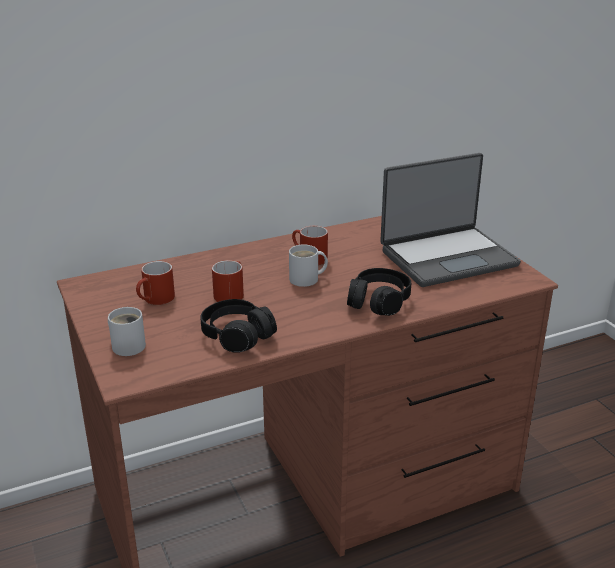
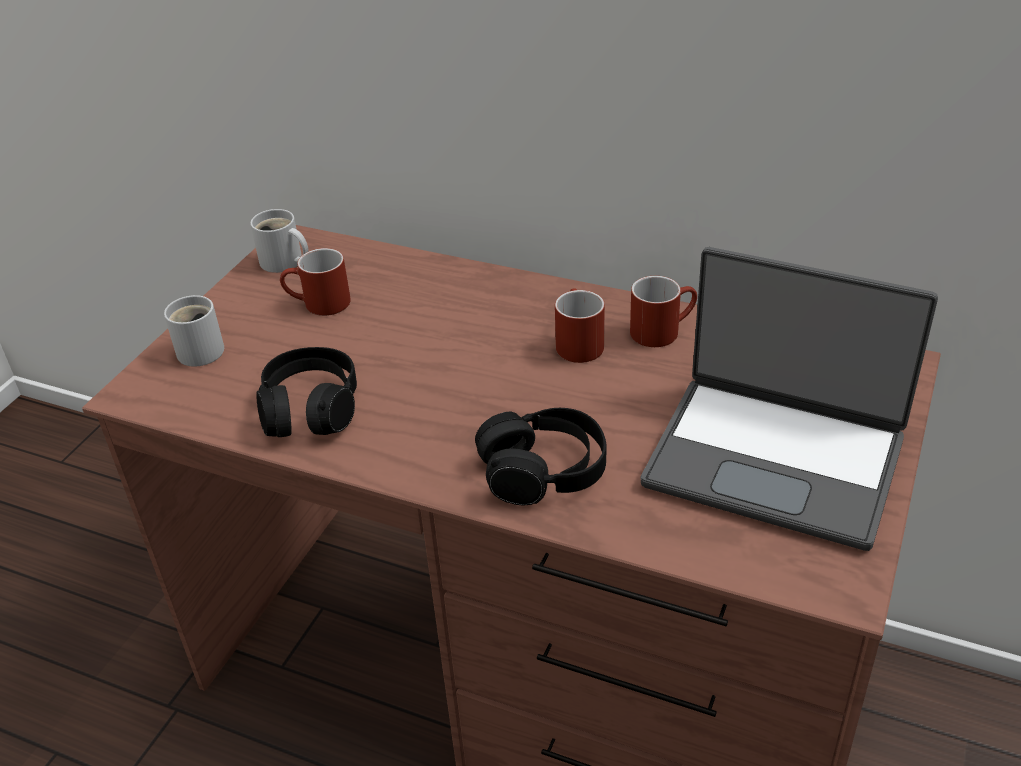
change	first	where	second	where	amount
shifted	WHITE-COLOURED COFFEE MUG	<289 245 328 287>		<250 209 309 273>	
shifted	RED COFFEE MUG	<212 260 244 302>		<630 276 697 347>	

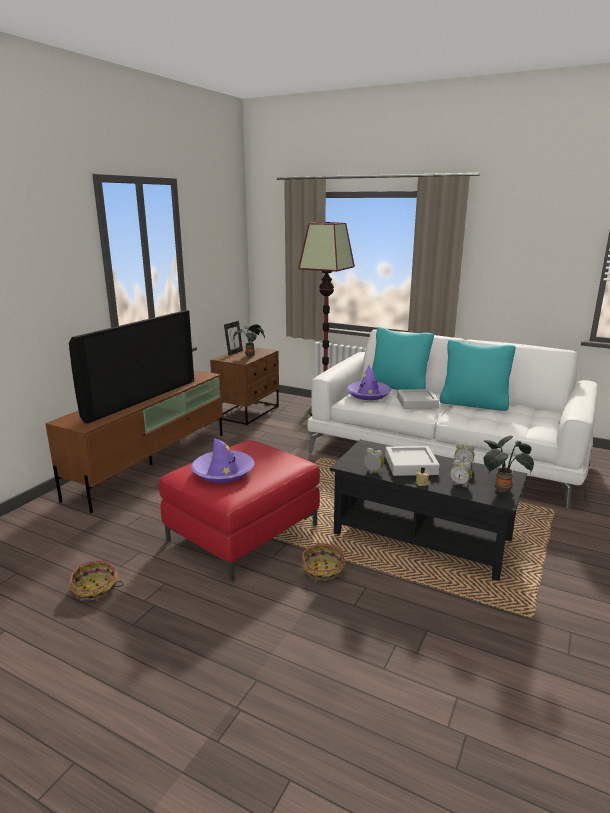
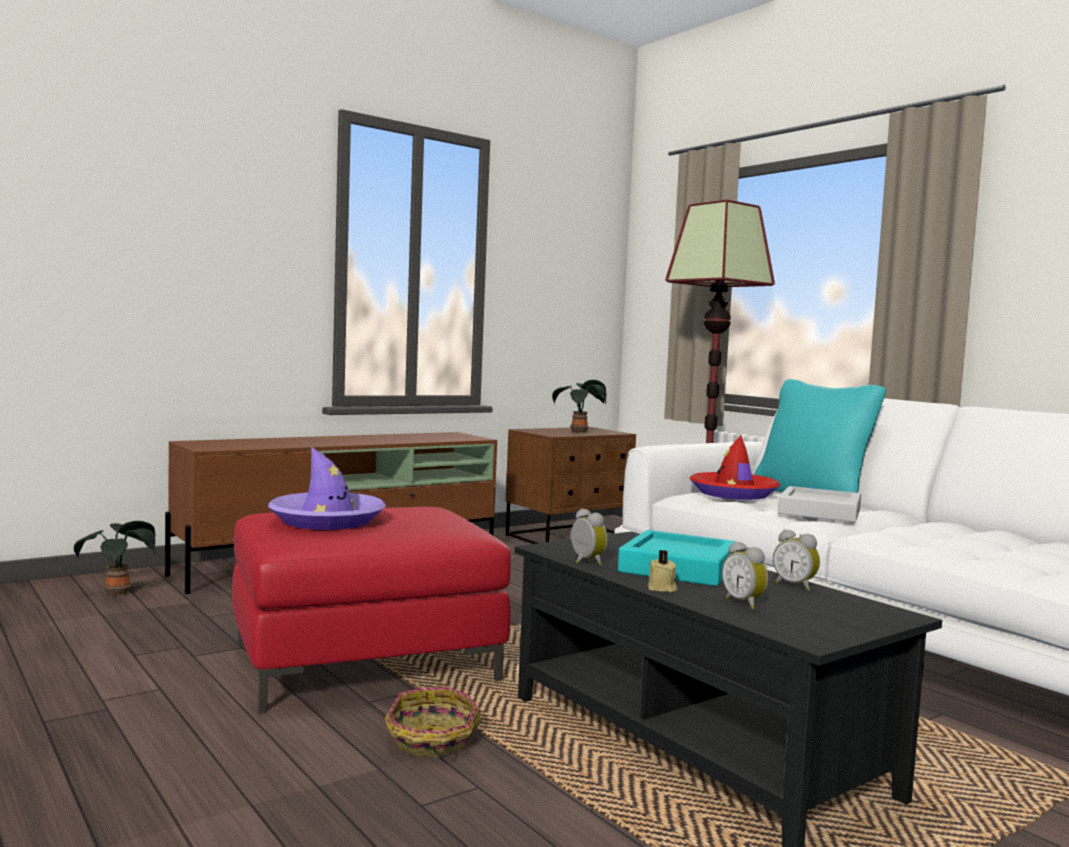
change	first	where	second	where	amount
shifted	POTTED PLANT	<483 436 534 492>		<74 521 155 595>	
repainted	GRAY SERVING TRAY	<385 446 440 476>	BLUE-GREEN SERVING TRAY	<618 530 735 586>	
repainted	PURPLISH WEARABLE HAT	<346 365 391 400>	RED WEARABLE HAT	<689 435 781 500>	
gone	TV SET	<69 310 194 424>			
gone	HOUSEHOLD BASKET	<69 561 123 601>			
gone	PICTURE FRAME	<224 321 243 355>			
gone	BLUE-GREEN PILLOW	<440 339 516 411>			

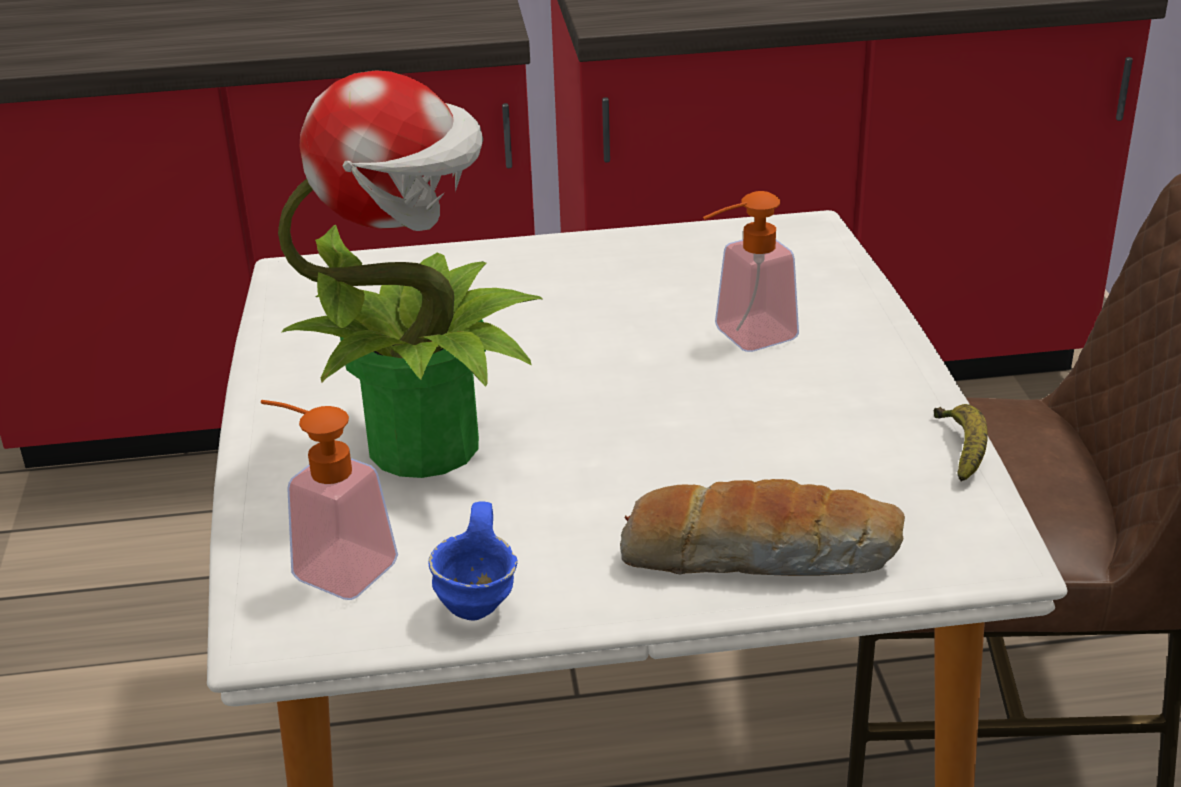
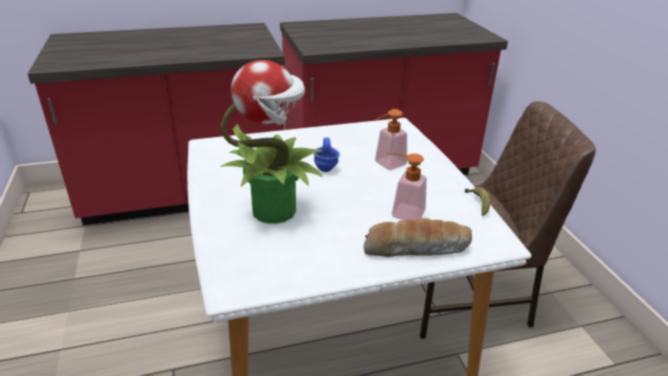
change	first	where	second	where	amount
shifted	BLUE-COLOURED COFFEE MUG	<428 501 518 620>		<314 137 340 172>	
shifted	SOAP BOTTLE	<261 400 398 600>		<387 153 427 220>	

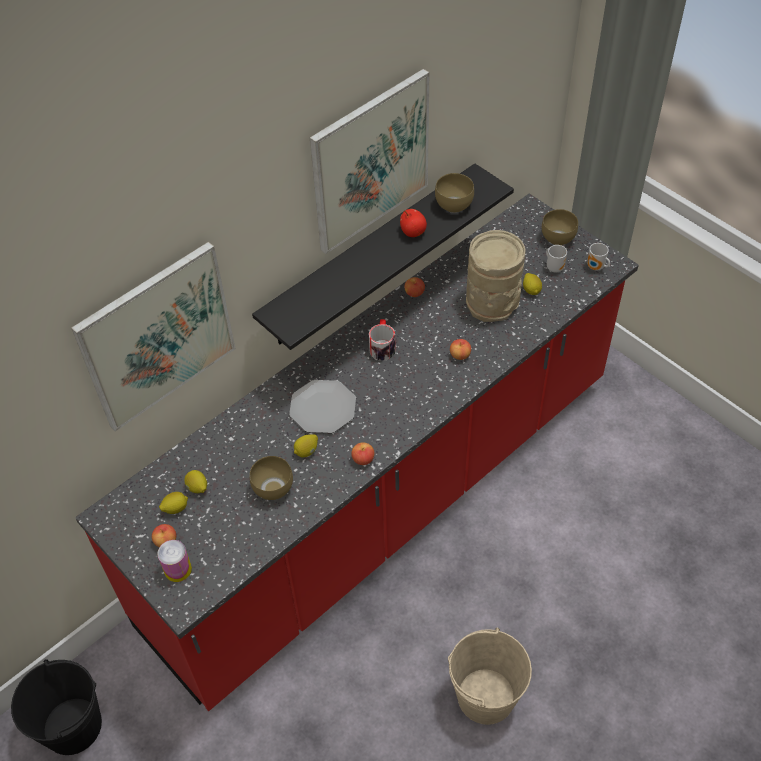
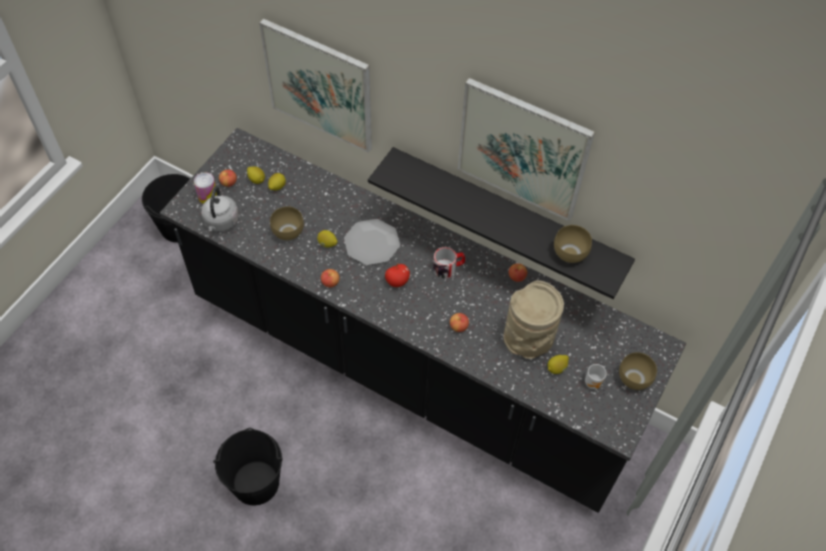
change	first	where	second	where	amount
repainted	RED KITCHEN BASE UNIT	<75 194 639 711>	BLACKISH KITCHEN BASE UNIT	<160 128 686 513>	
new			GRAY TEA KETTLE	<201 186 239 232>	
repainted	BEIGE WATER BUCKET	<448 628 532 725>	BLACKISH WATER BUCKET	<213 428 283 505>	
shifted	WHOLE APPLE	<400 209 427 237>		<385 263 410 287>	
gone	COFFEE MUG	<587 243 610 271>			

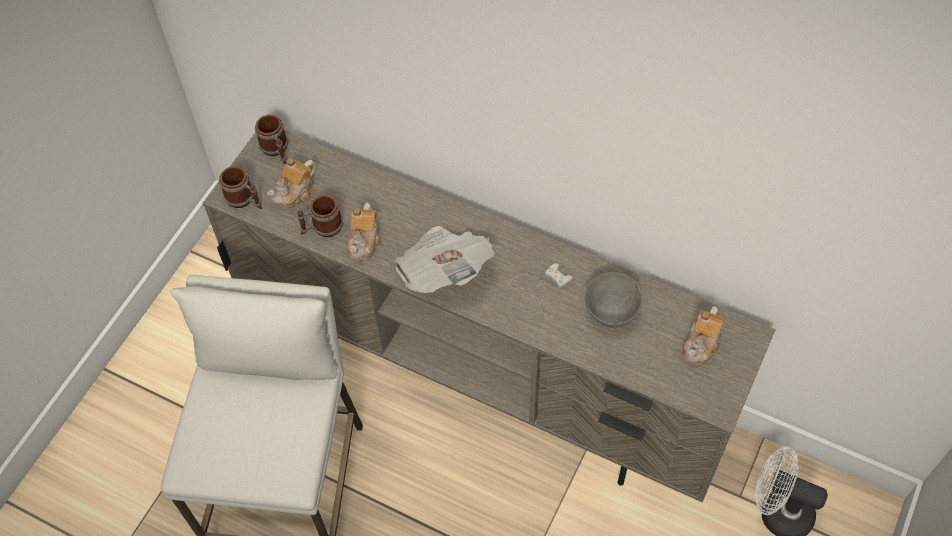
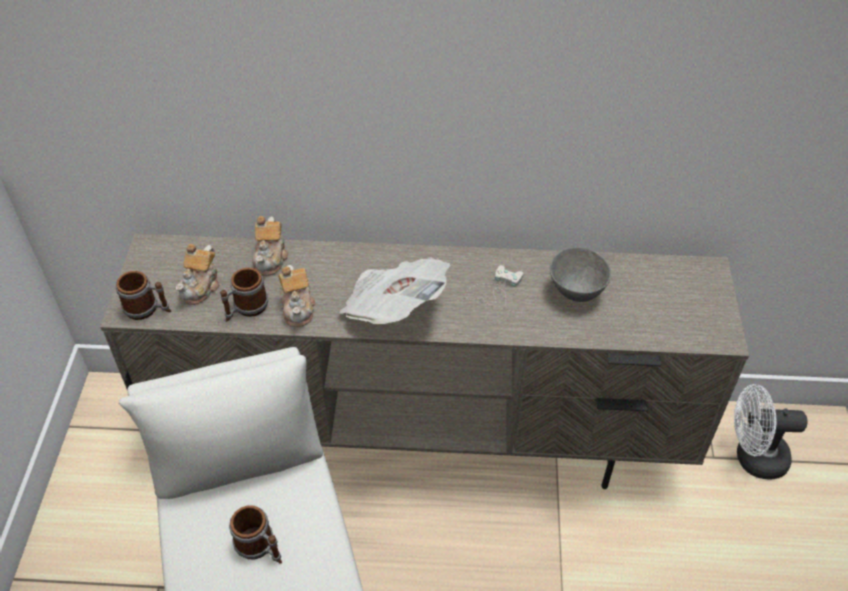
change	first	where	second	where	amount
shifted	COFFEE MUG	<255 115 288 164>		<229 505 282 563>	
shifted	TEAPOT	<682 306 724 365>		<252 216 288 276>	

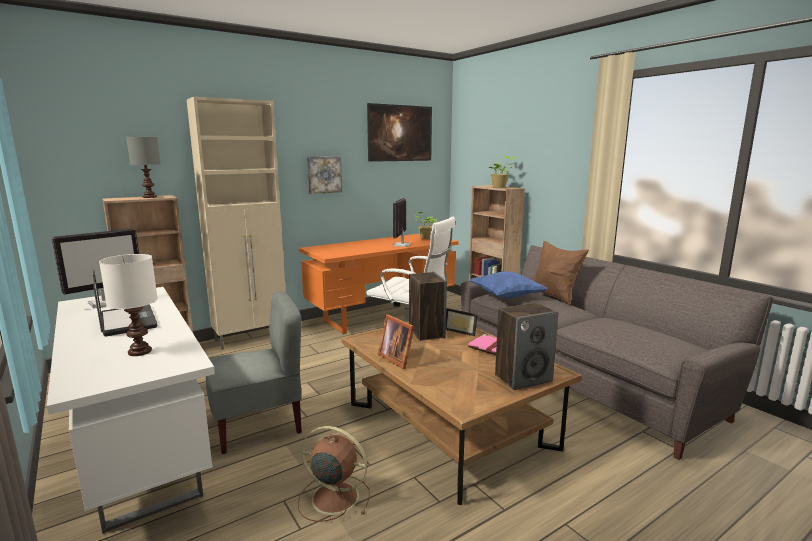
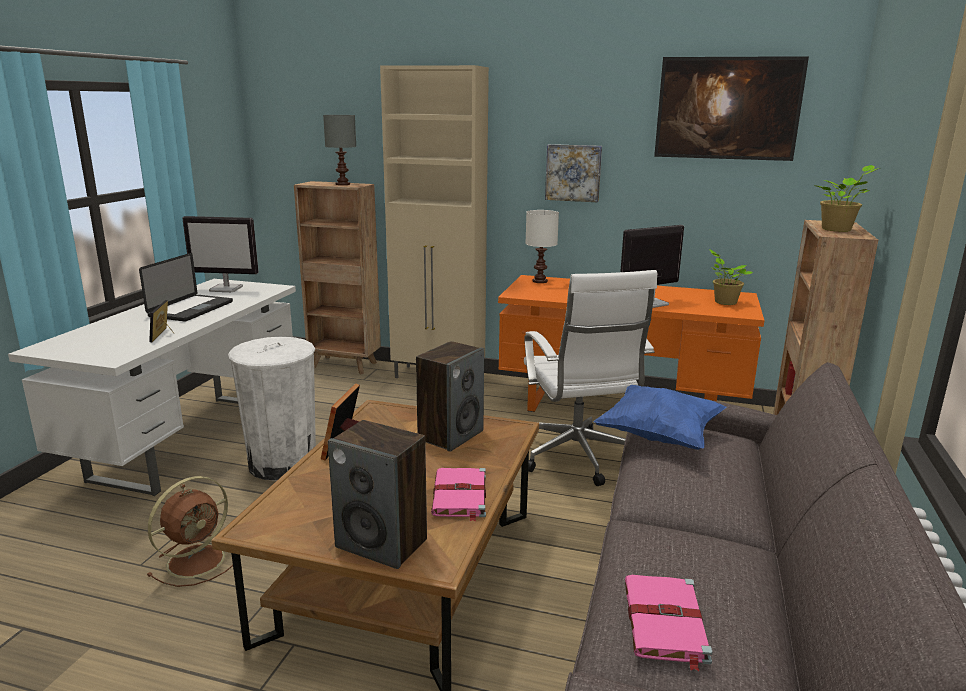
change	first	where	second	where	amount
rotated	BROWN COOLING FAN	<298 426 370 522>		<147 476 233 587>	60 degrees clockwise
shifted	PICTURE FRAME	<446 308 477 336>		<149 300 174 342>	
swapped	GRAY CHAIR	<206 291 302 454>	WHITE-COLOURED WASTE BIN	<228 337 316 481>	
shifted	WHITE-COLOURED TABLETOP LAMP	<99 254 158 356>		<525 210 559 283>	
new			PINKISH BOUND BOOK	<625 575 712 671>	
gone	BROWN PILLOW	<533 241 589 305>			

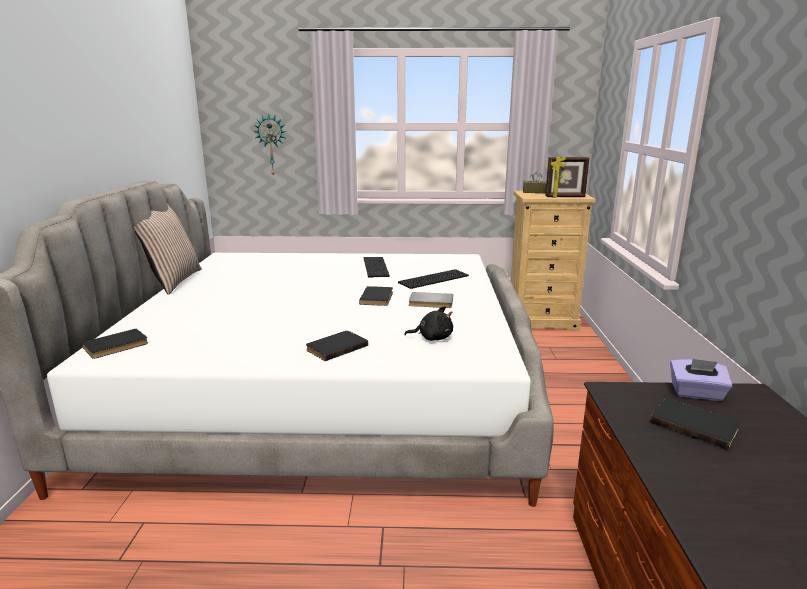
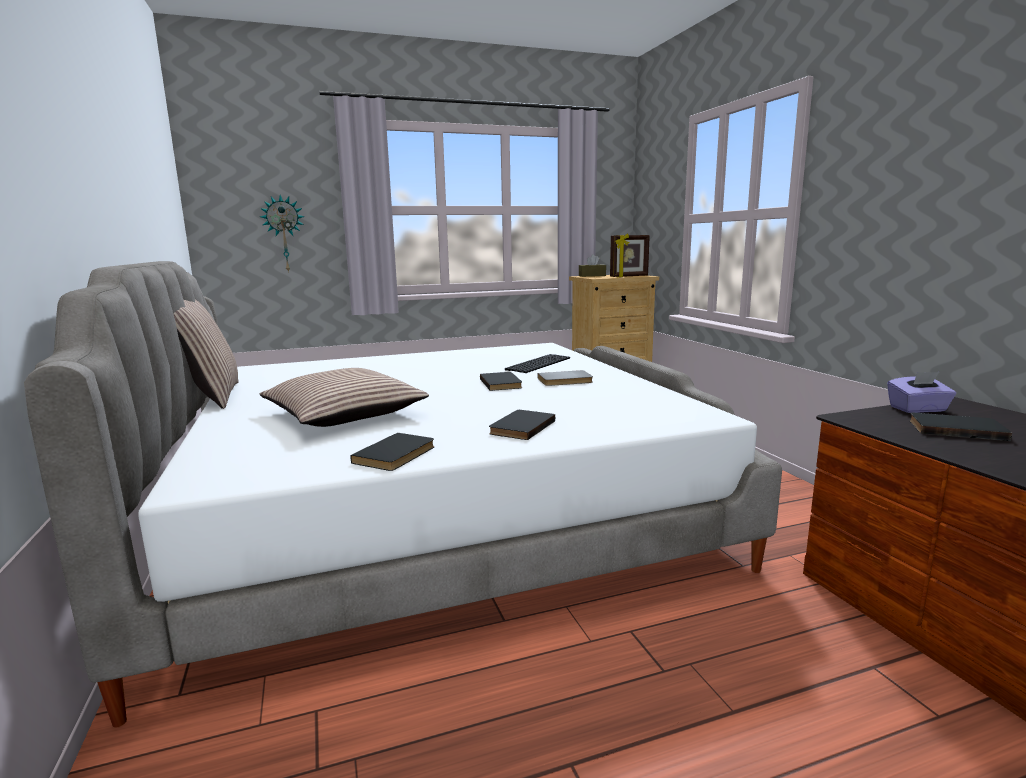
change	first	where	second	where	amount
new			PILLOW	<260 368 429 427>	
shifted	BLACKISH BOUND BOOK	<82 329 148 359>		<350 433 434 471>	
gone	KEYBOARD	<364 257 390 278>			
gone	BLACKISH PLUSH TOY	<404 306 453 341>			

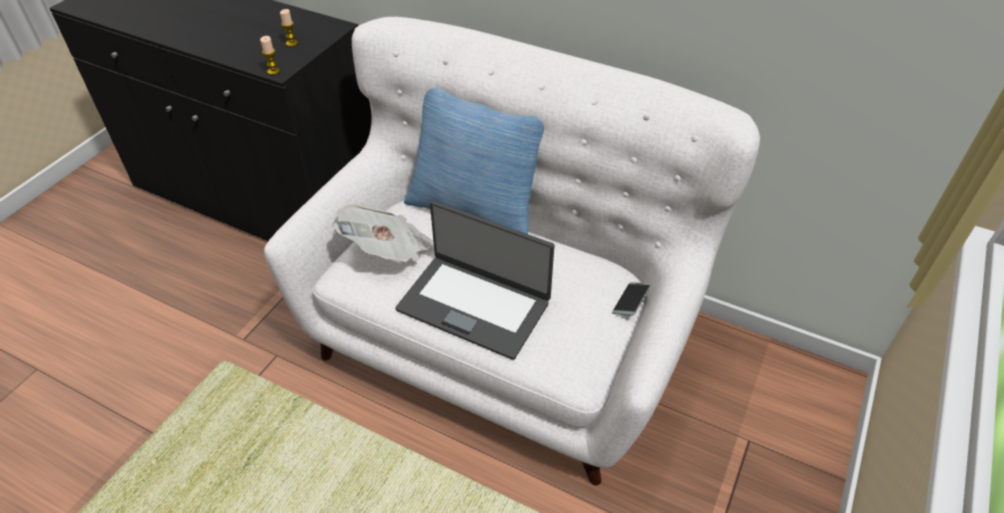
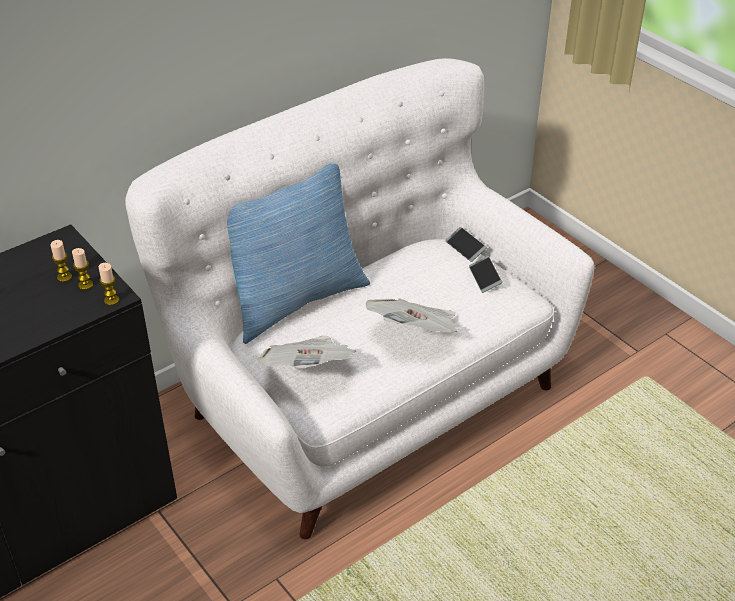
change	first	where	second	where	amount
new			WAX LIGHT	<72 248 93 290>	
swapped	NOTEBOOK COMPUTER	<395 201 554 360>	DAILY PAPER	<366 299 459 333>	
new			HANDSET	<469 256 502 293>	

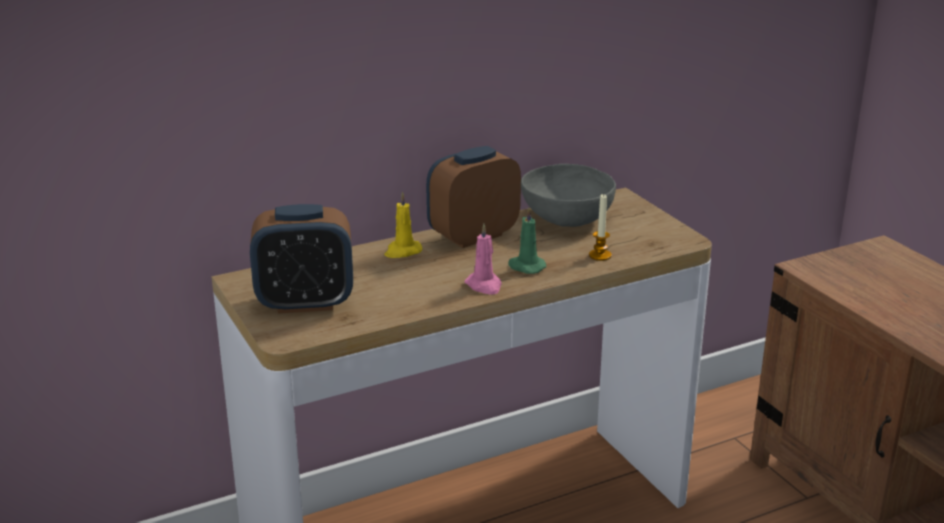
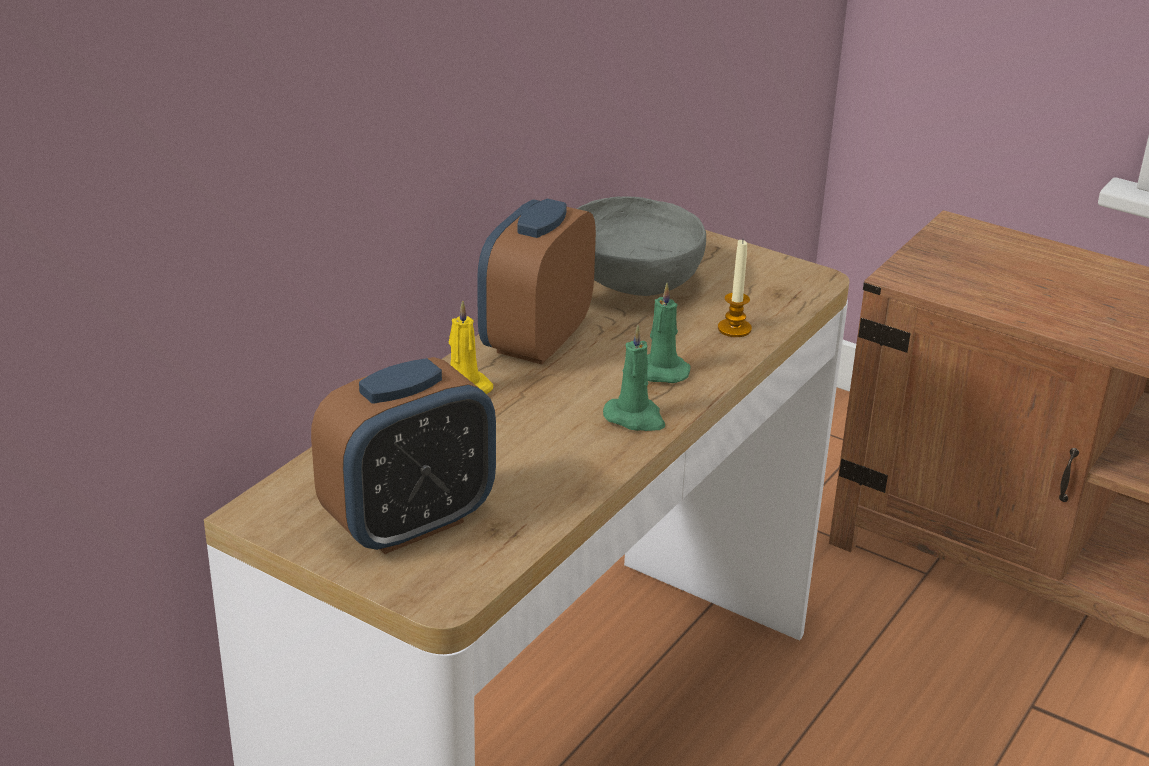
change	first	where	second	where	amount
repainted	PINKISH WAX LIGHT	<464 224 502 295>	GREENISH WAX LIGHT	<603 325 665 431>	

